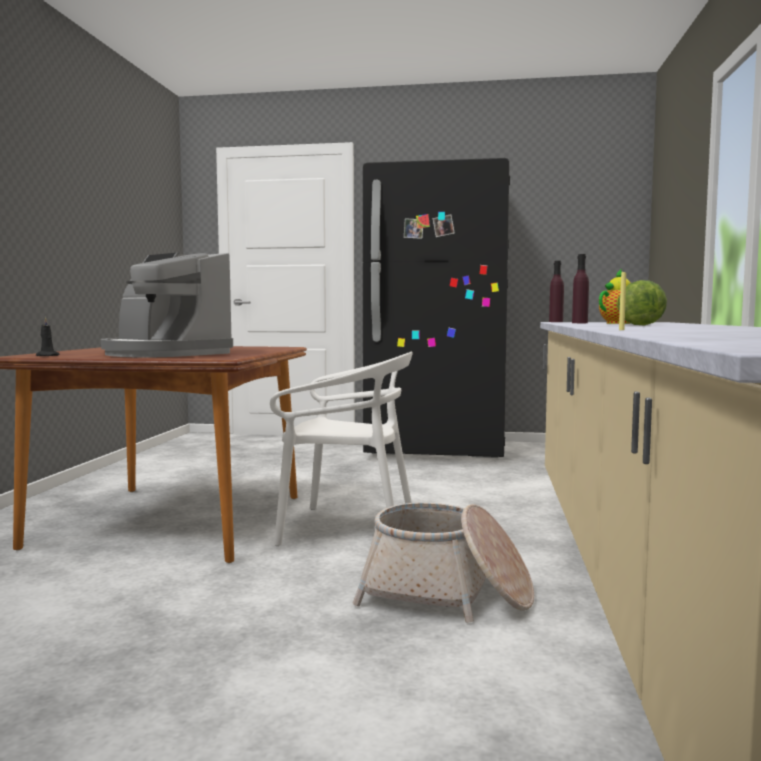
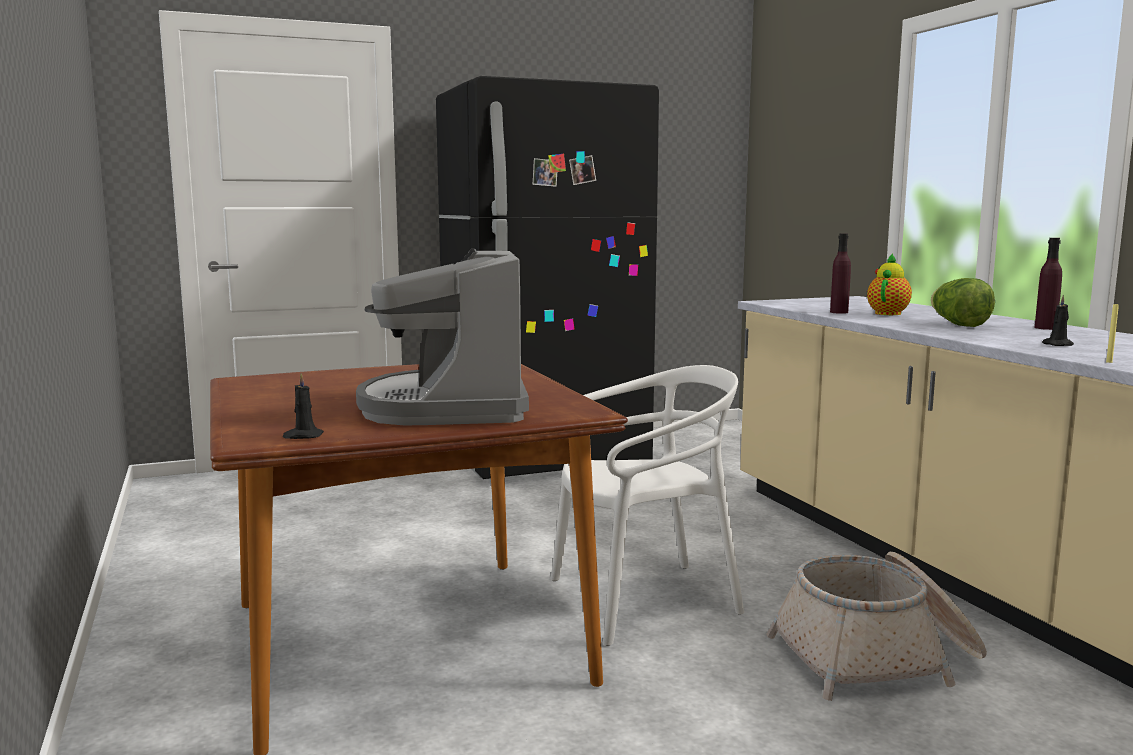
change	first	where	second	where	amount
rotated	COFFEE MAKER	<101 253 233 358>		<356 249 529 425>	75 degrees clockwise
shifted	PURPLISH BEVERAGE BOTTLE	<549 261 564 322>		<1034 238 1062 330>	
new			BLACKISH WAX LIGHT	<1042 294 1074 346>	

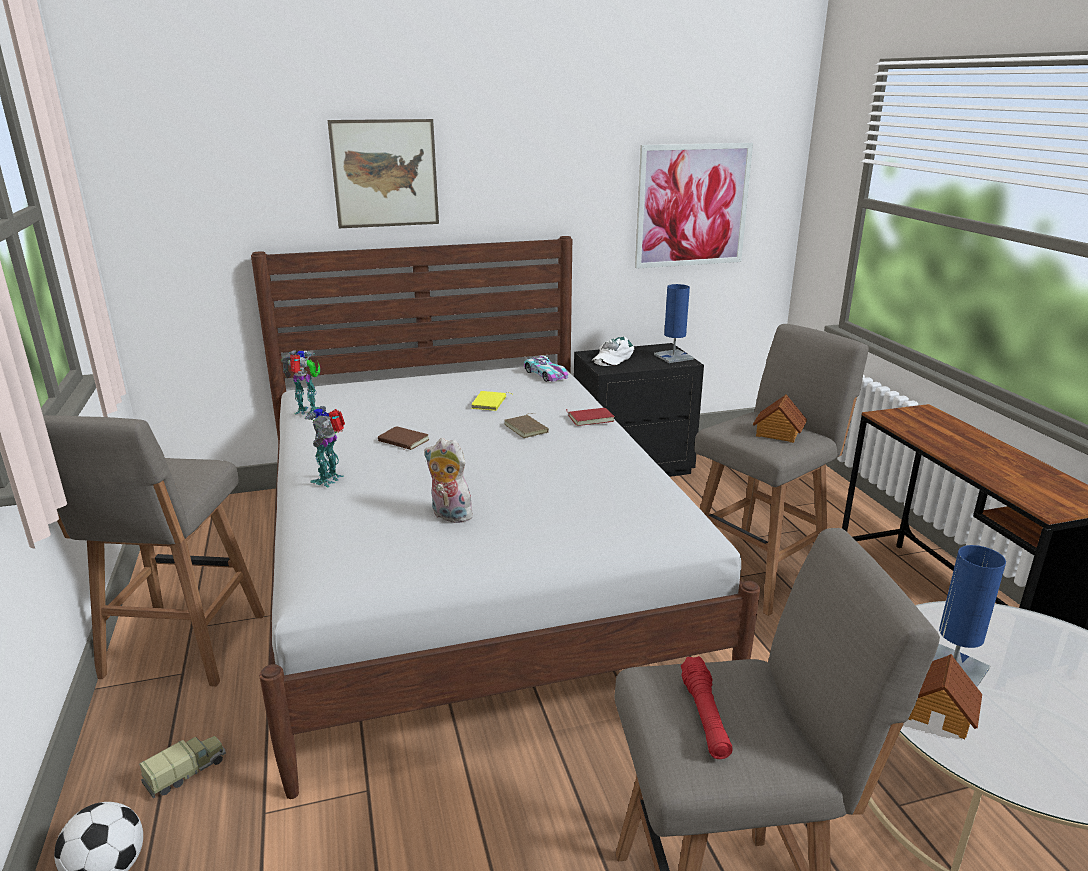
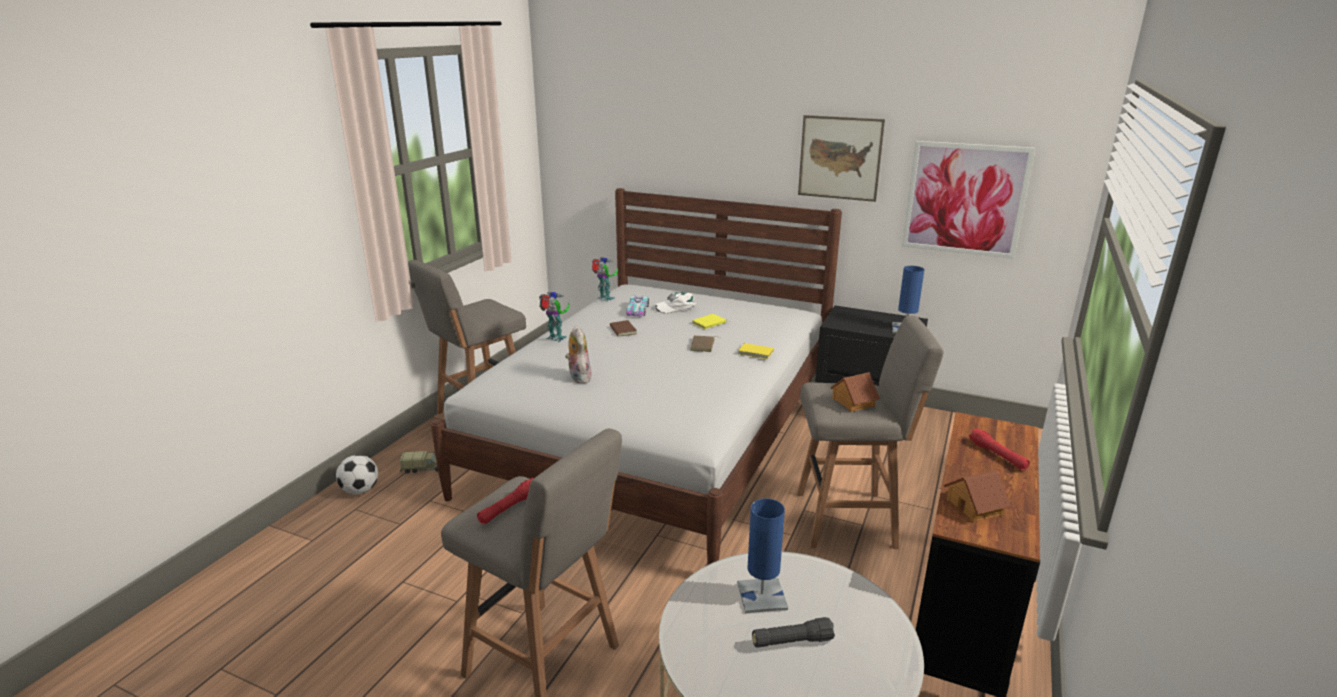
change	first	where	second	where	amount
rotated	MODEL ROBOT	<305 406 345 488>		<539 291 569 342>	60 degrees clockwise
shifted	MODEL CAR	<524 356 568 382>		<626 295 649 317>	
shifted	WHITE-COLOURED CAP	<592 337 634 366>		<654 292 696 313>	
repainted	RED BOUND BOOK	<567 408 615 426>	YELLOW-COLOURED BOUND BOOK	<738 341 774 359>	
new			BLACKISH TORCH	<752 617 835 648>	
shifted	WALL PICTURE	<328 119 439 228>		<798 115 885 202>	
shifted	TOY HOUSE	<908 654 982 739>		<944 470 1011 522>	
new			RED TORCH	<969 428 1030 470>	

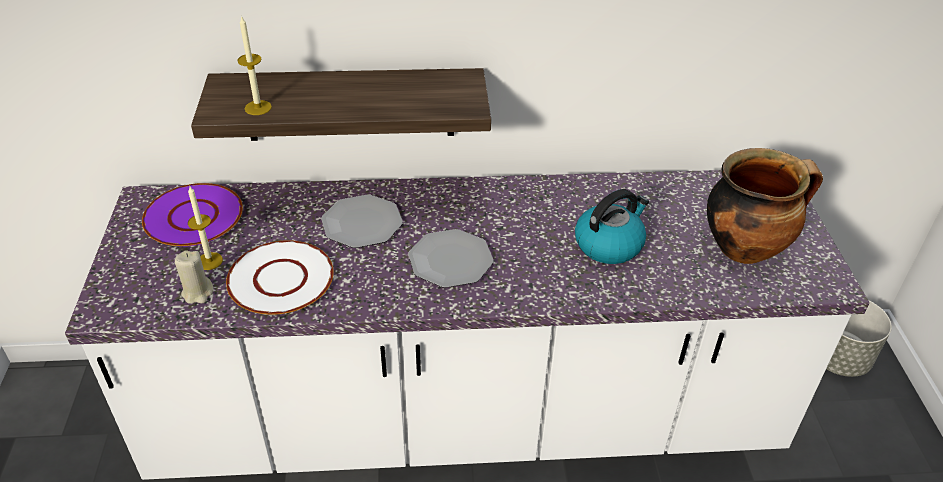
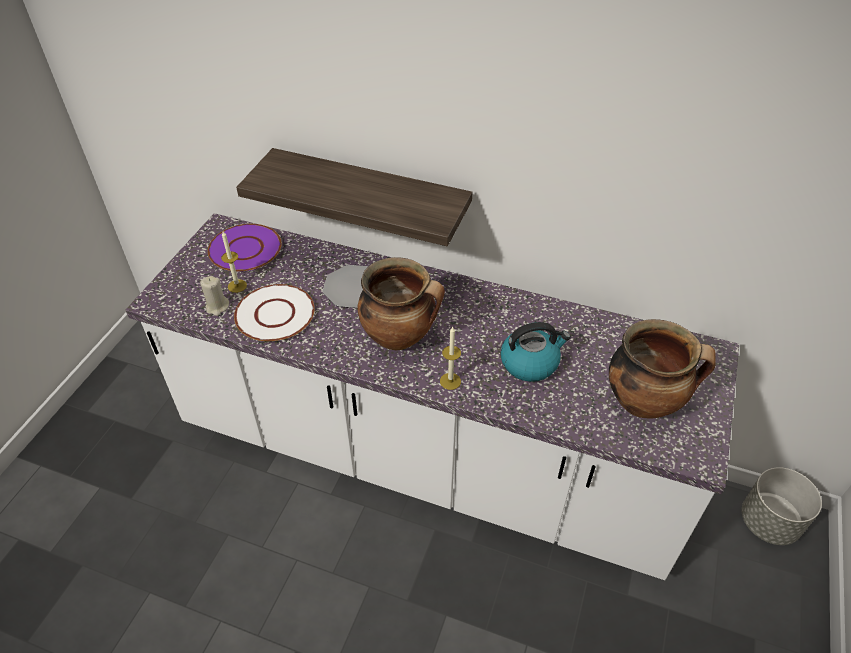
change	first	where	second	where	amount
swapped	DINNER PLATE	<408 229 494 288>	SAUCEPOT	<357 257 445 350>	
shifted	WAX LIGHT	<237 15 272 115>		<440 327 461 390>	

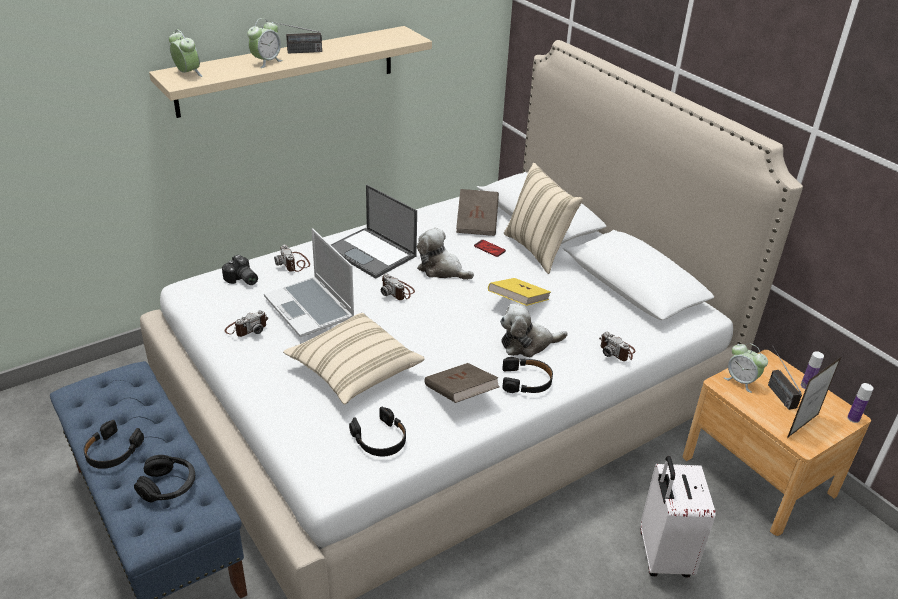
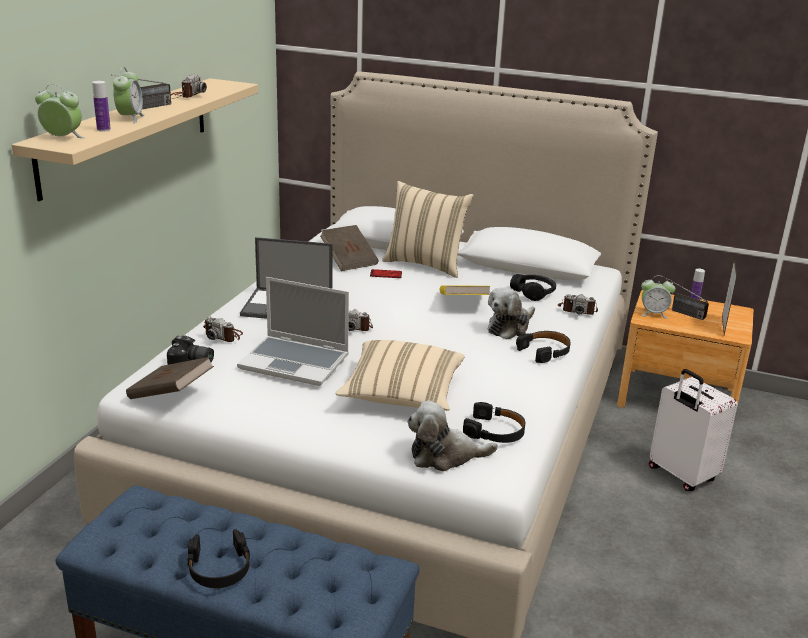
change	first	where	second	where	amount
shifted	BEVERAGE BOTTLE	<847 383 873 423>		<92 81 111 131>	
shifted	BROWN BOUND BOOK	<424 363 500 403>		<126 357 214 399>	
shifted	PHOTO CAMERA	<225 310 268 337>		<171 74 207 99>	
shifted	PLUSH TOY	<417 228 474 280>		<407 401 498 471>	
shifted	BLACKISH PAIR OF HEADPHONES	<134 455 195 502>		<510 274 556 301>	

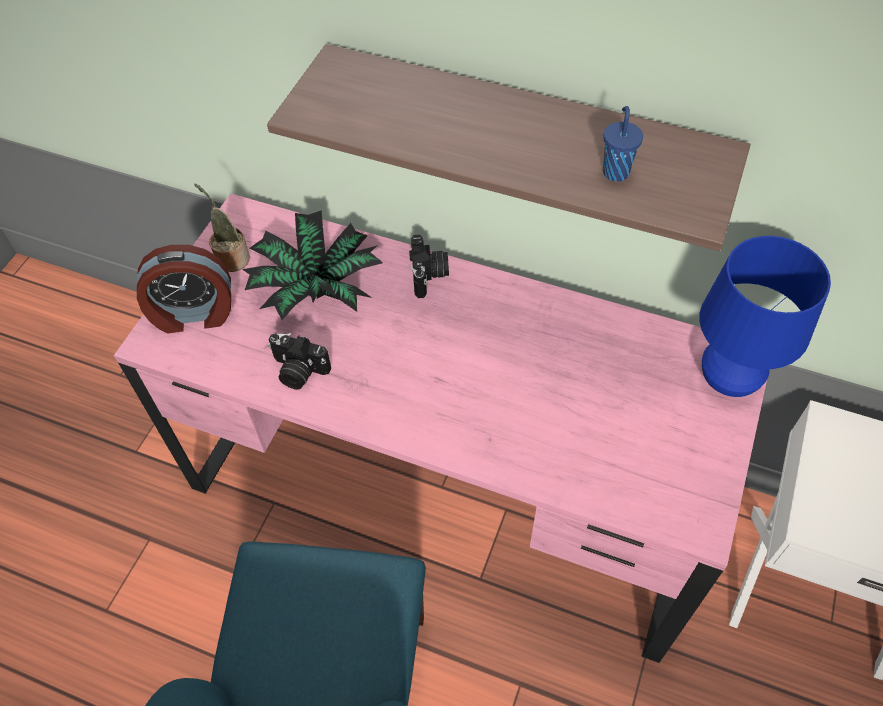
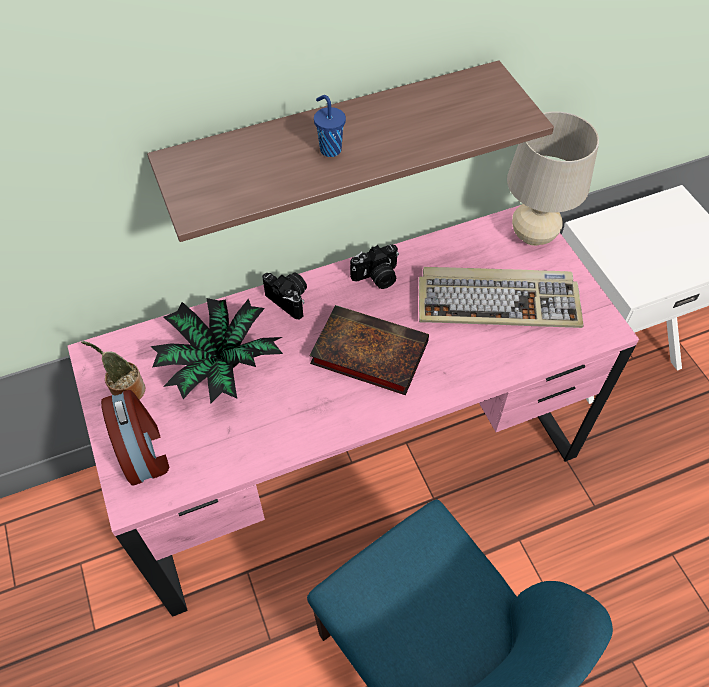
change	first	where	second	where	amount
rotated	BEDSIDE CLOCK	<137 245 231 333>		<101 390 169 485>	60 degrees counterclockwise
new			BOUND BOOK	<309 305 429 395>	
shifted	BLUE-COLOURED SMALL CUP	<603 106 643 182>		<314 95 346 157>	
shifted	PHOTO CAMERA	<268 333 331 389>		<350 244 399 289>	
new			KEYBOARD	<419 267 583 328>	
repainted	BLUE-COLOURED TABLETOP LAMP	<699 236 831 397>	BEIGE TABLETOP LAMP	<507 112 599 246>	

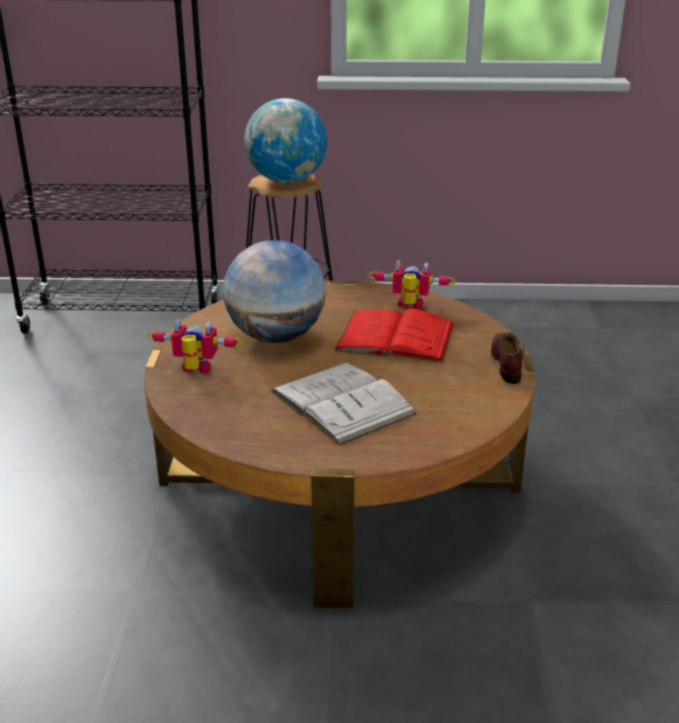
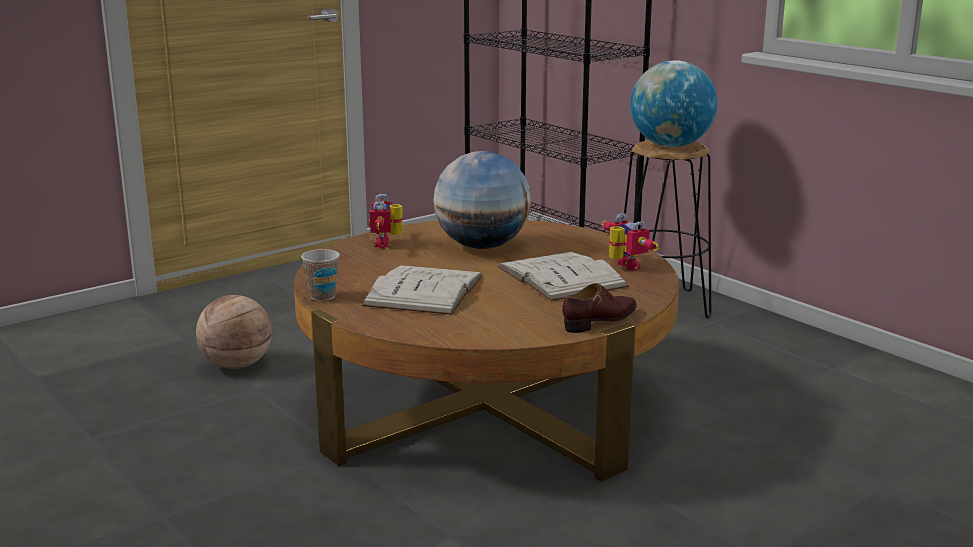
change	first	where	second	where	amount
new			BALL FOR BASKETBALL	<196 295 272 369>	
new			SMALL CUP	<301 249 340 301>	
rotated	MODEL ROBOT	<147 319 243 373>		<369 194 403 248>	150 degrees counterclockwise
repainted	RED BOUND BOOK	<334 309 455 363>	WHITE-COLOURED BOUND BOOK	<497 252 629 301>	

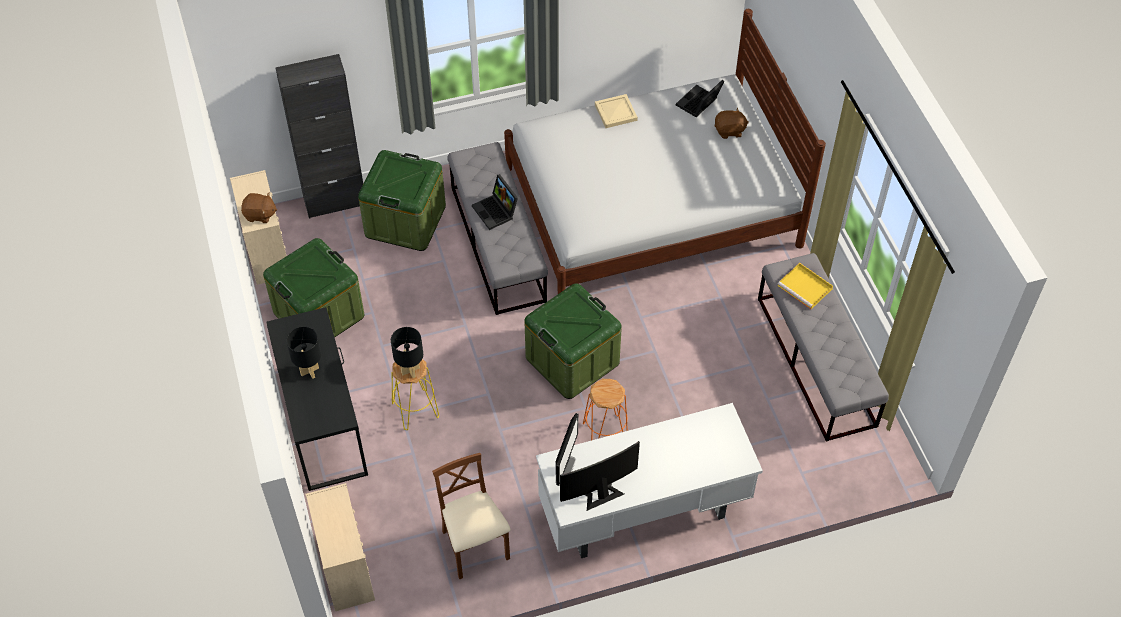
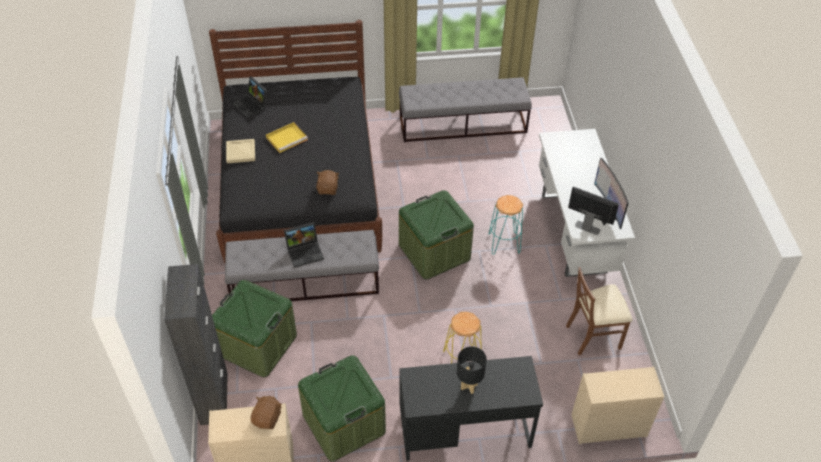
change	first	where	second	where	amount
repainted	WHITE-COLOURED BEDROOM BED	<504 9 826 294>	BLACKISH BEDROOM BED	<209 20 382 263>	
shifted	YELLOW-COLOURED SERVING TRAY	<778 263 833 309>		<266 122 308 153>	
shifted	BROWN PLUSH TOY	<714 108 749 139>		<316 170 339 195>	
repainted	ORANGE-COLOURED STOOL	<583 379 628 441>	BLUE-GREEN STOOL	<489 195 523 255>	
gone	BLACKISH TABLETOP LAMP	<391 327 423 378>			

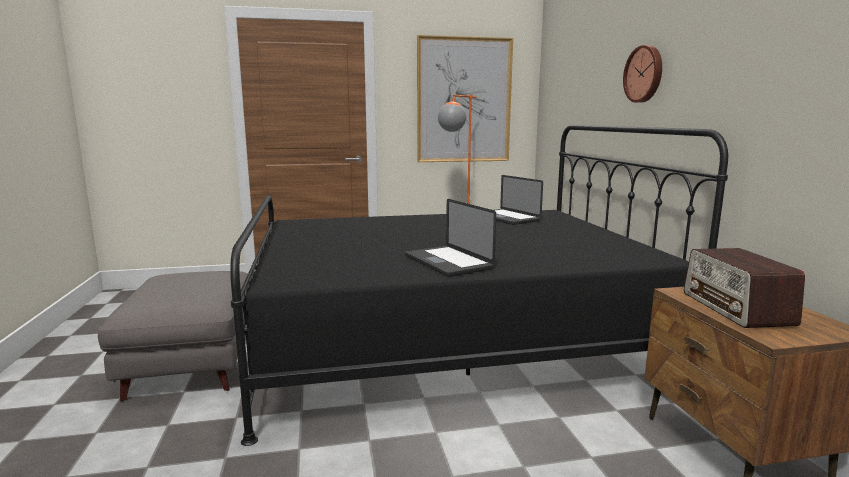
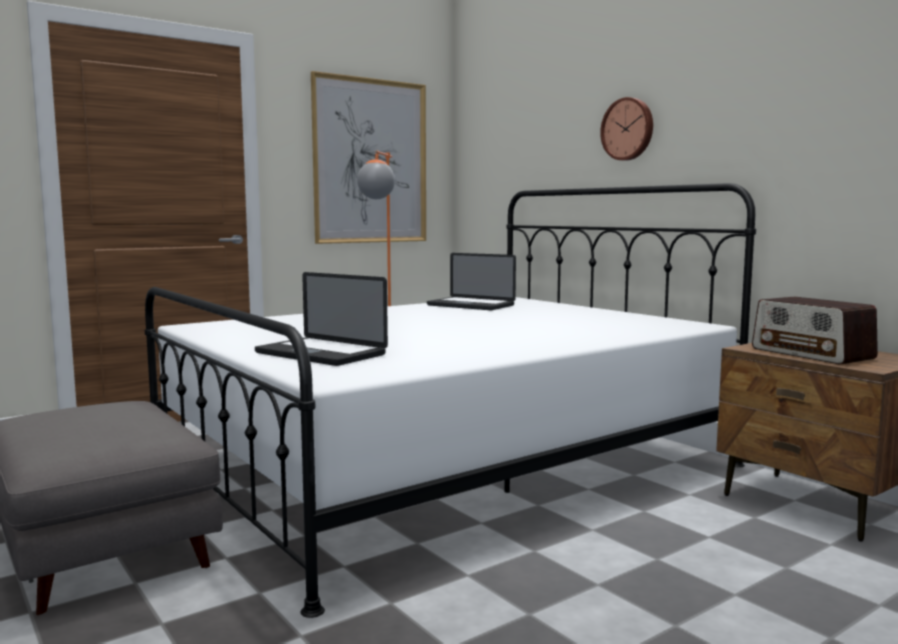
change	first	where	second	where	amount
repainted	BLACKISH BEDROOM BED	<230 125 728 446>	WHITE-COLOURED BEDROOM BED	<145 183 756 618>	
shifted	NOTEBOOK COMPUTER	<405 199 496 277>		<255 272 388 366>	

